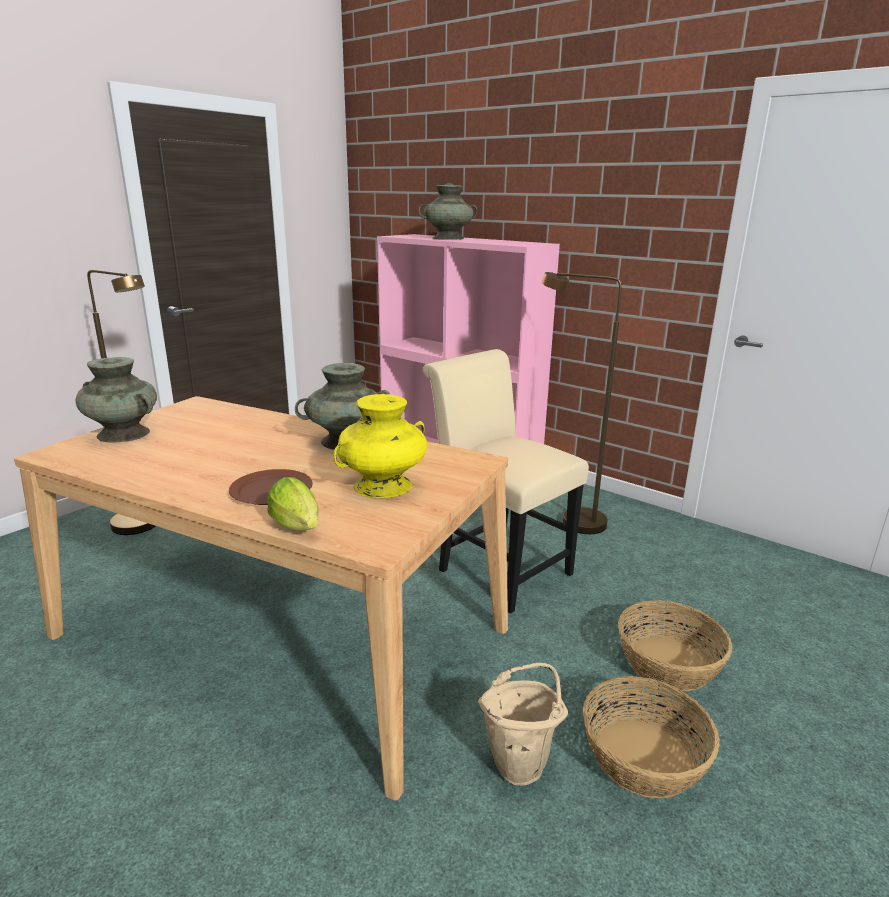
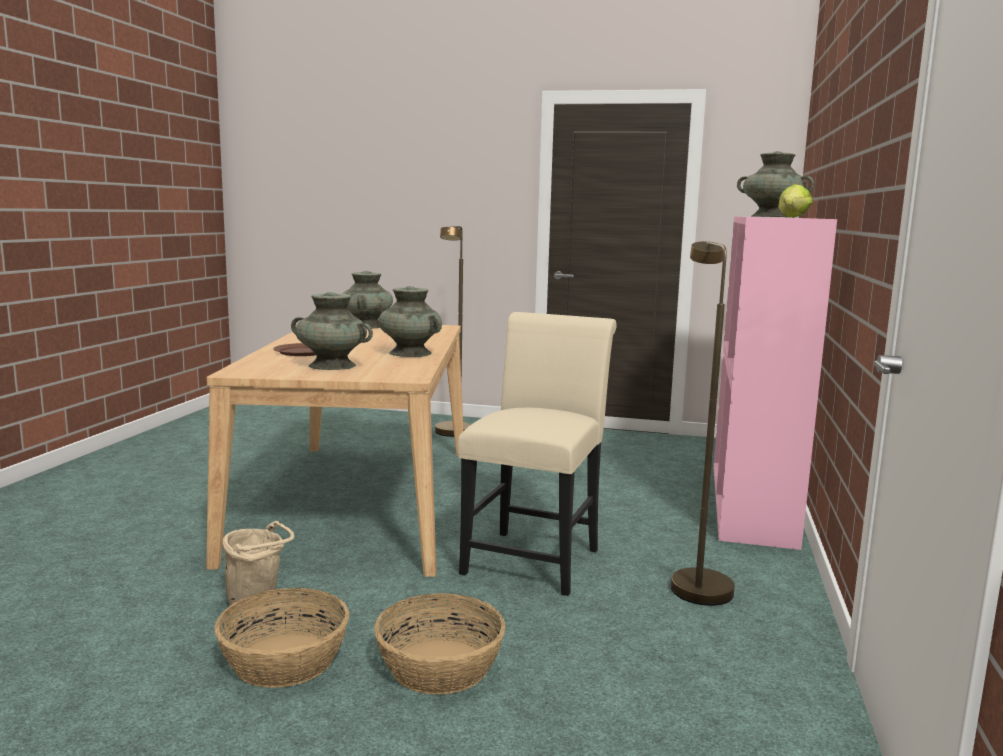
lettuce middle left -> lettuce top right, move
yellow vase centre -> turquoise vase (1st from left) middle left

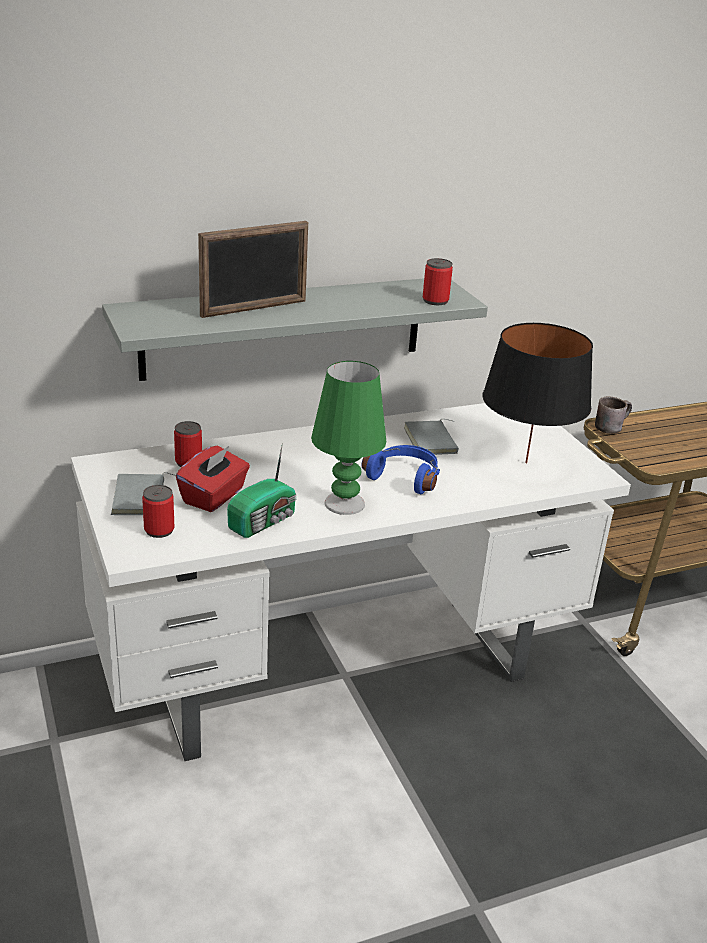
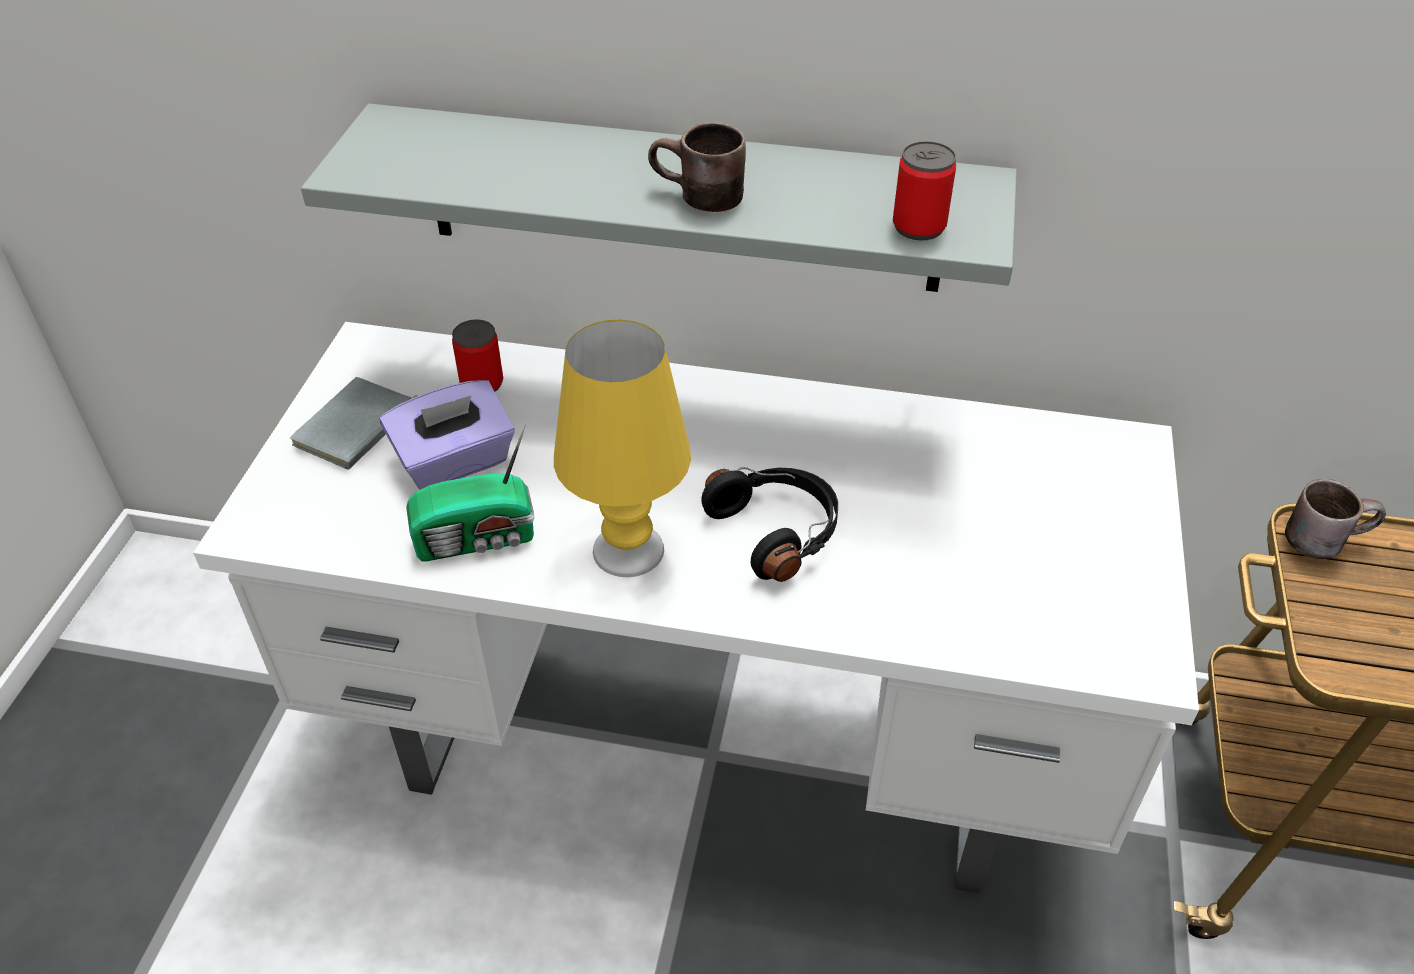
can (1st from left) middle left -> none
red tissue box middle left -> purple tissue box middle left
picture frame top centre -> none
green table lamp centre -> yellow table lamp centre
blue headphones centre -> black headphones centre
grey book (2nd from left) centre -> none
black table lamp middle right -> none
none -> brown mug (1st from left) top centre

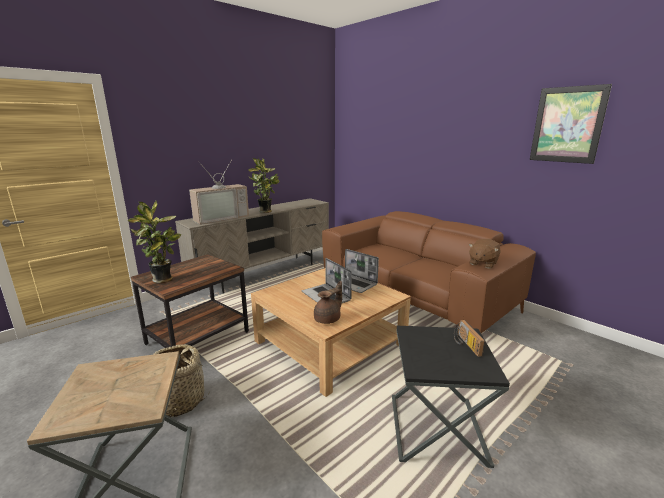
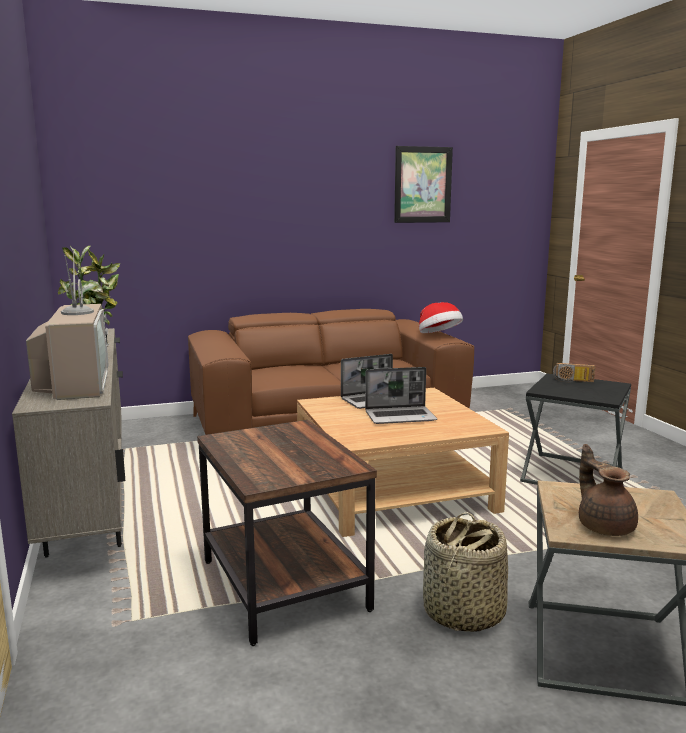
potted plant (1st from left) middle left -> none
brown teapot centre -> brown teapot bottom right, move
brown plush toy middle right -> hat centre

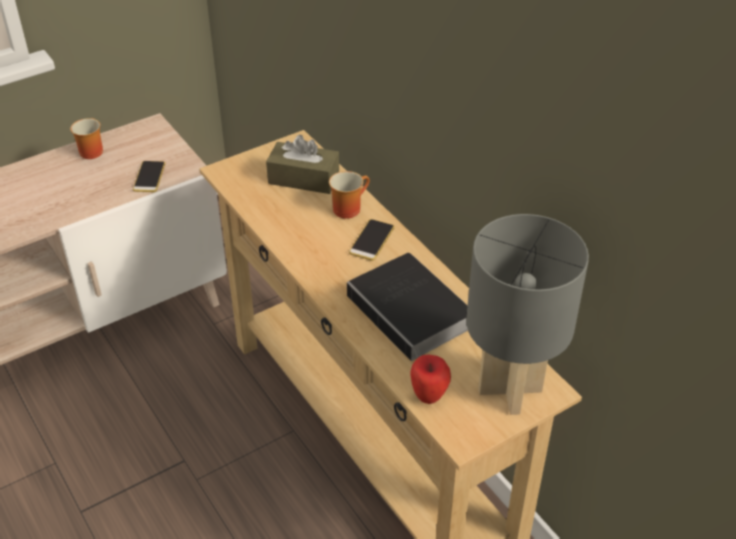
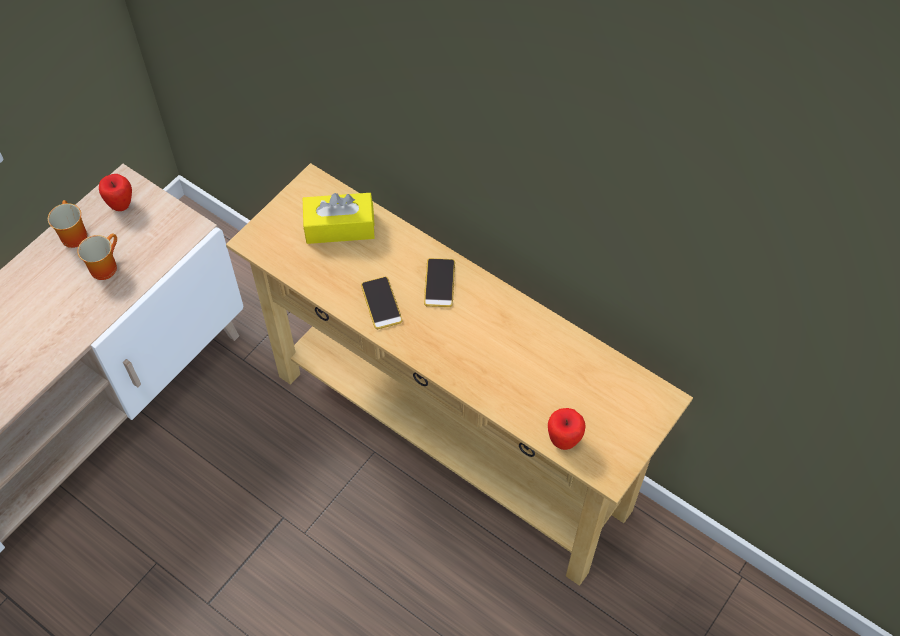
phone (1st from left) top left -> phone (1st from left) centre, move
brown tissue box top centre -> yellow tissue box centre
mug (2nd from left) centre -> mug (2nd from left) middle left, move
book centre -> none
grey table lamp middle right -> none
none -> apple (1st from left) top left

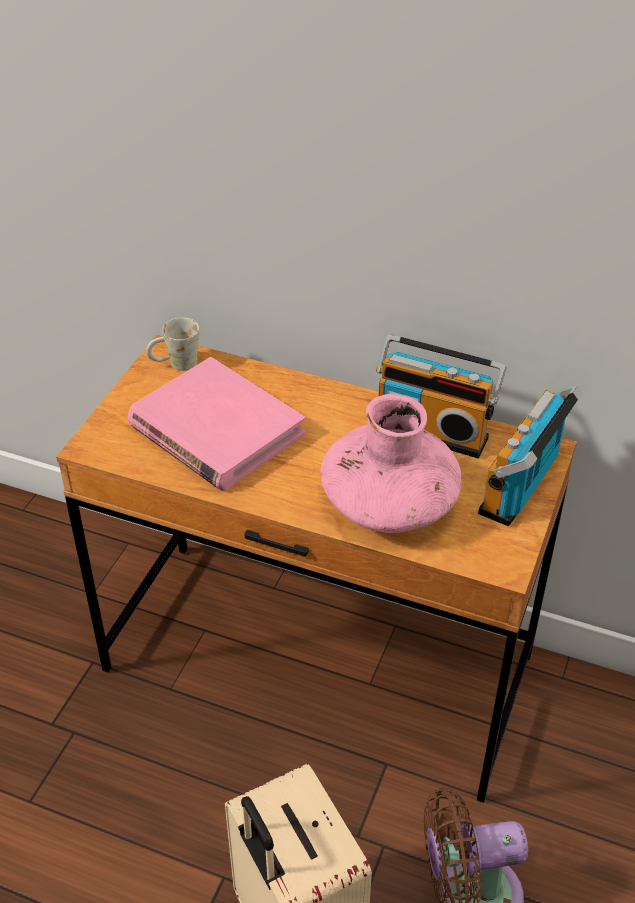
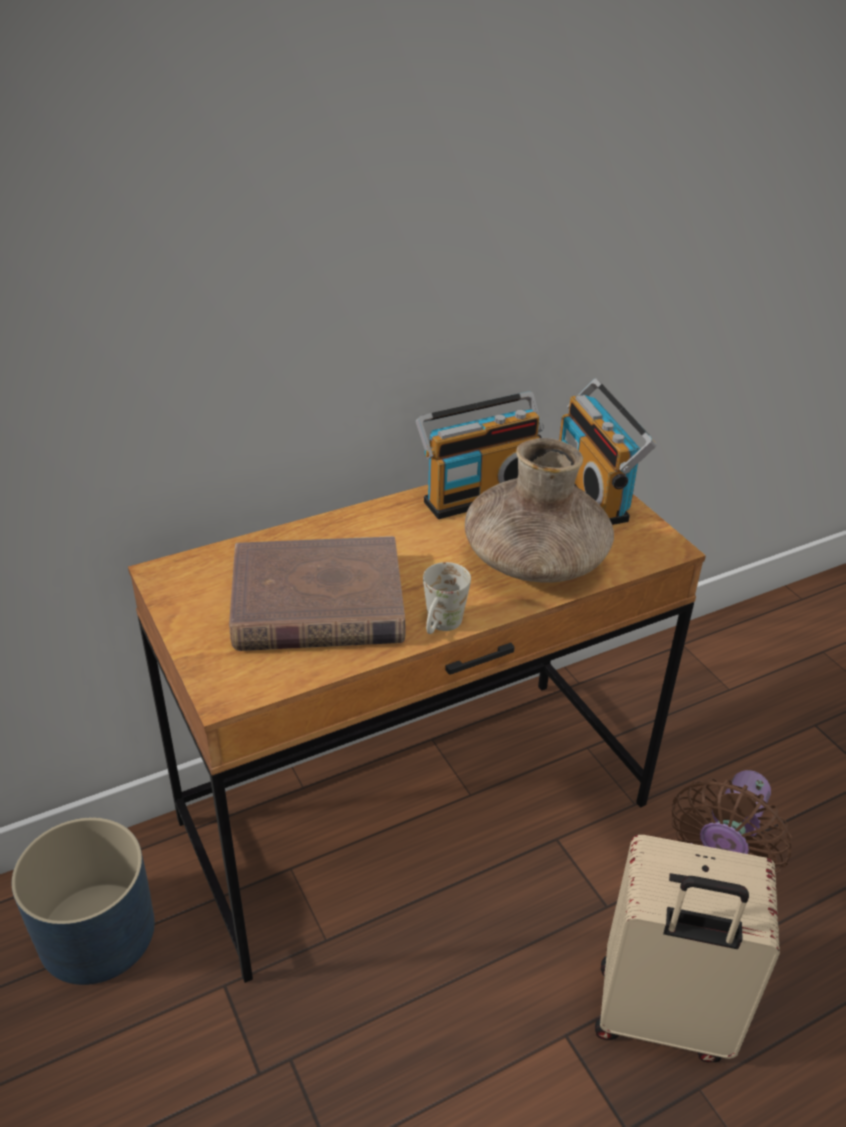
pink book centre -> brown book centre
white mug middle left -> white mug centre, move
pink vase centre -> brown vase centre
none -> blue planter bottom left

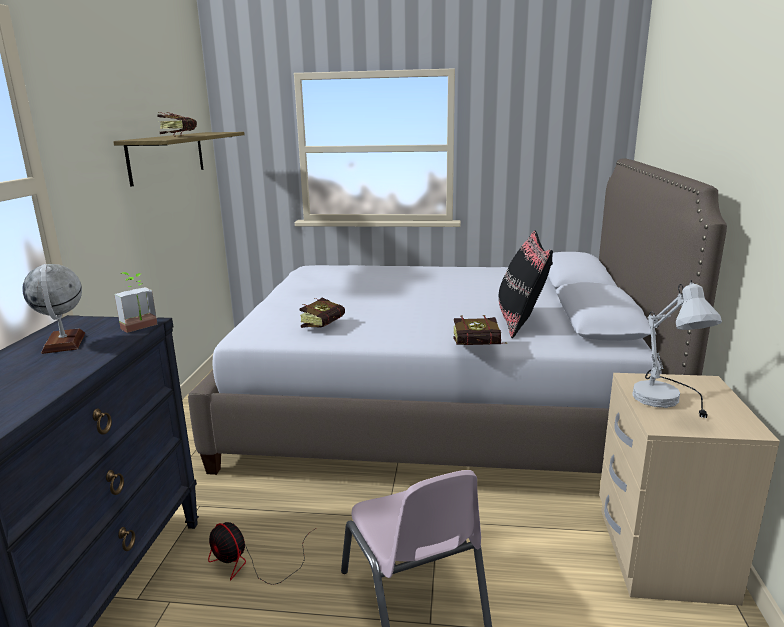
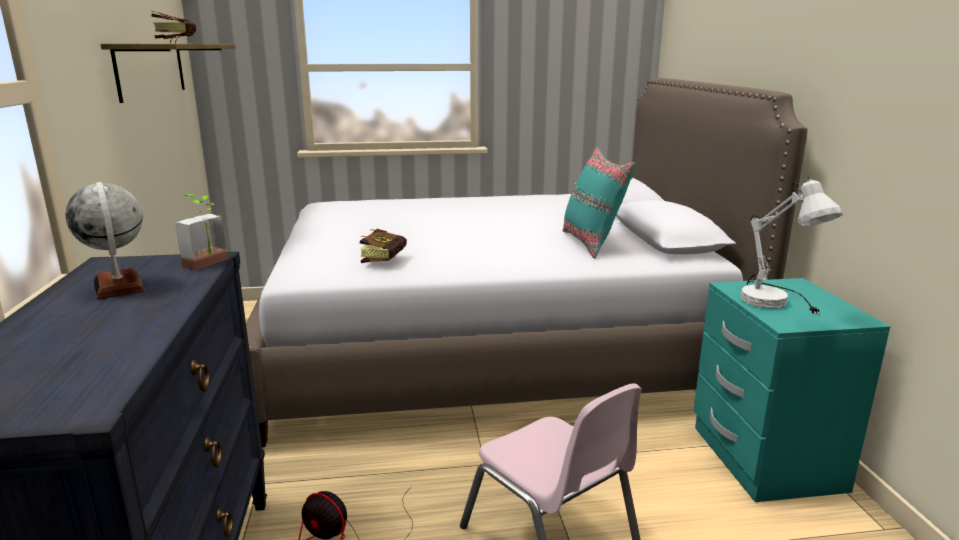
book (3rd from left) centre -> none
black pillow middle right -> turquoise pillow centre
beige nightstand bottom right -> turquoise nightstand bottom right

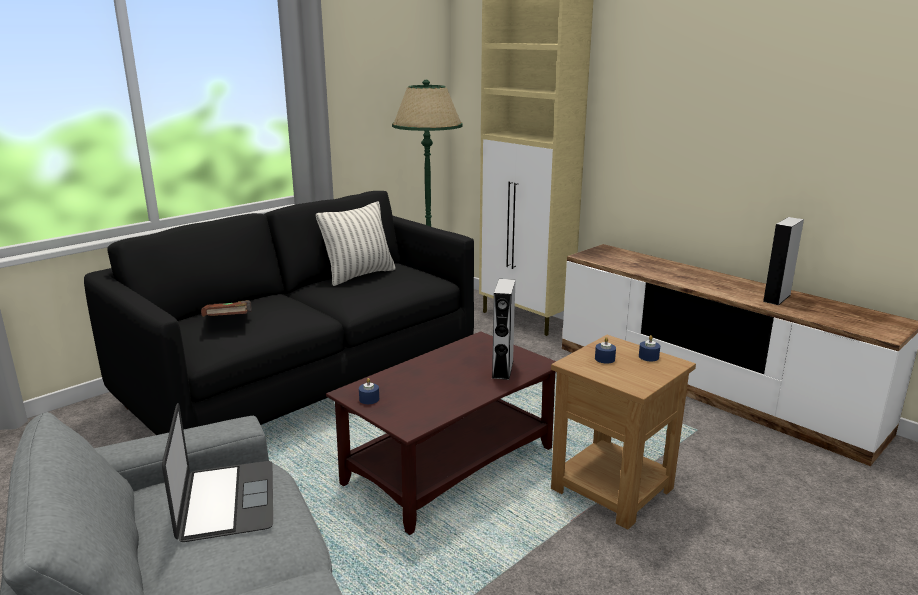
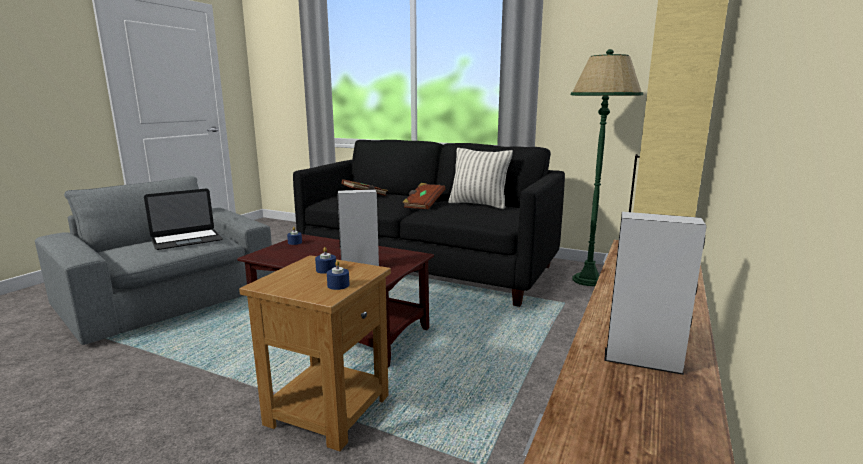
none -> brown book (2nd from left) centre

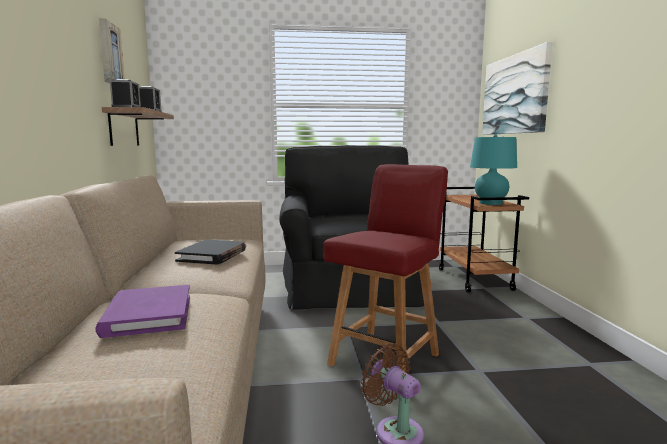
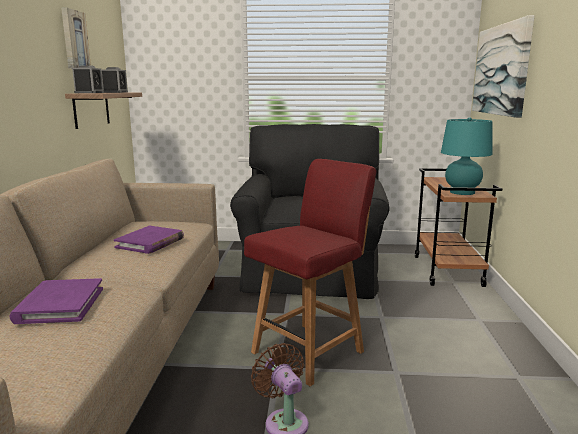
black book middle left -> purple book (2nd from left) middle left

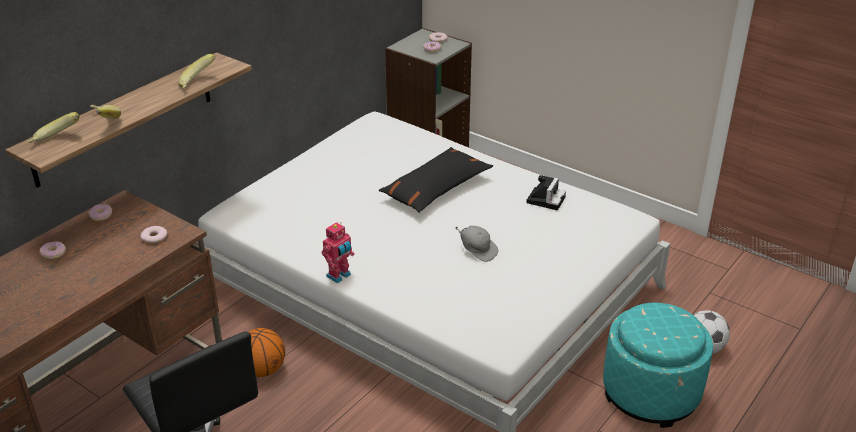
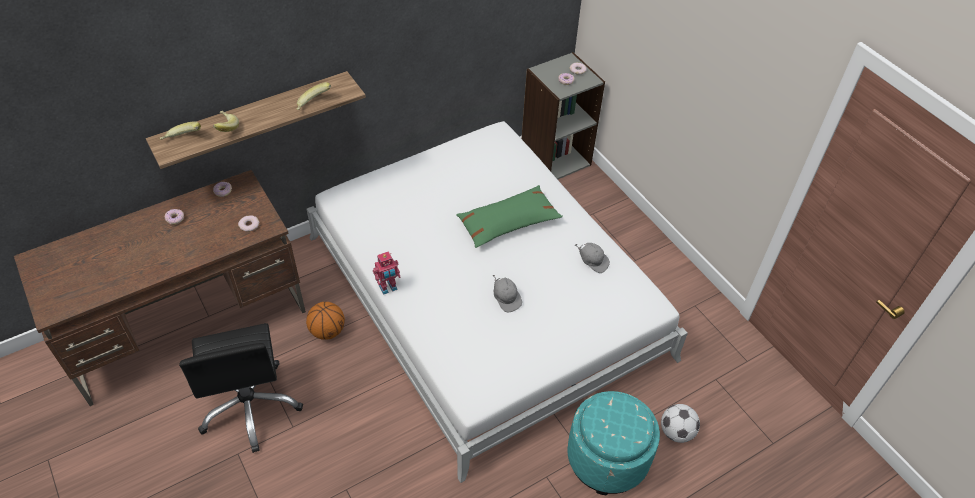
black pillow centre -> green pillow centre
photo camera centre -> grey cap (2nd from left) centre

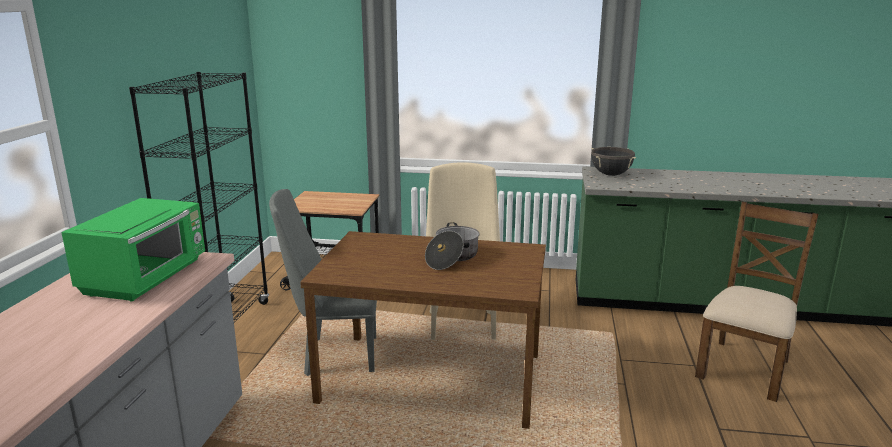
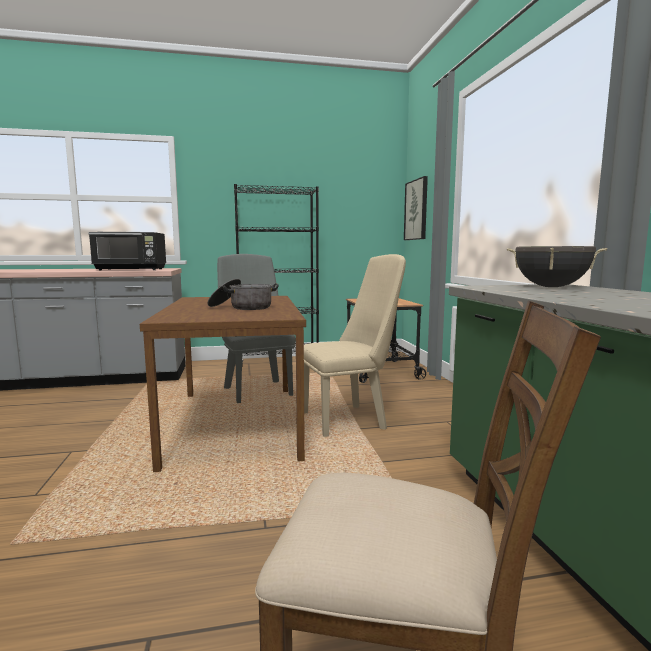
green microwave middle left -> black microwave middle left
none -> picture top centre

